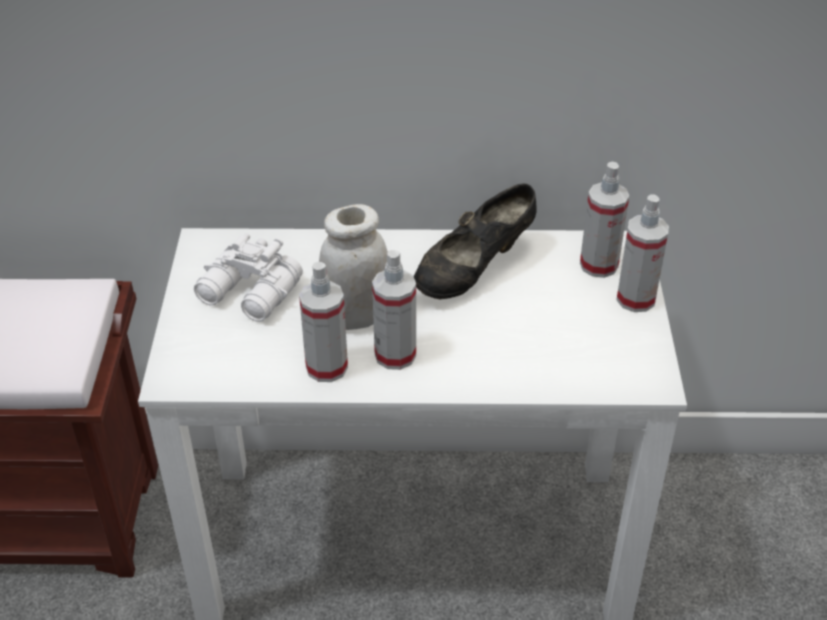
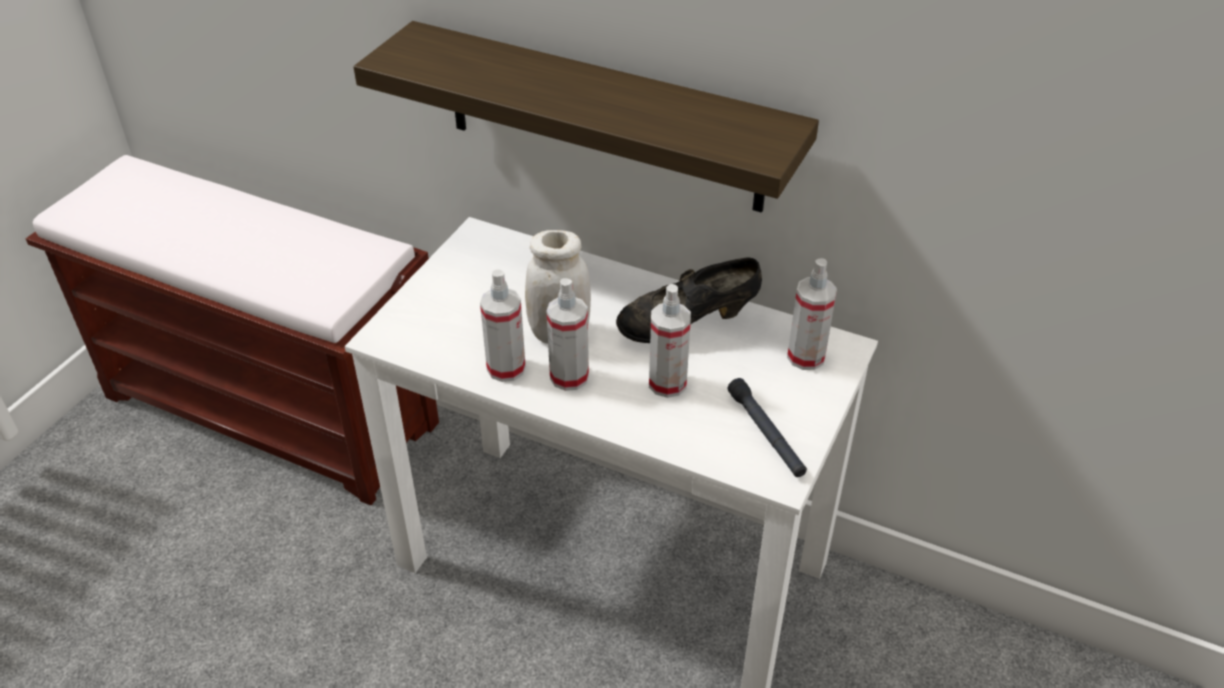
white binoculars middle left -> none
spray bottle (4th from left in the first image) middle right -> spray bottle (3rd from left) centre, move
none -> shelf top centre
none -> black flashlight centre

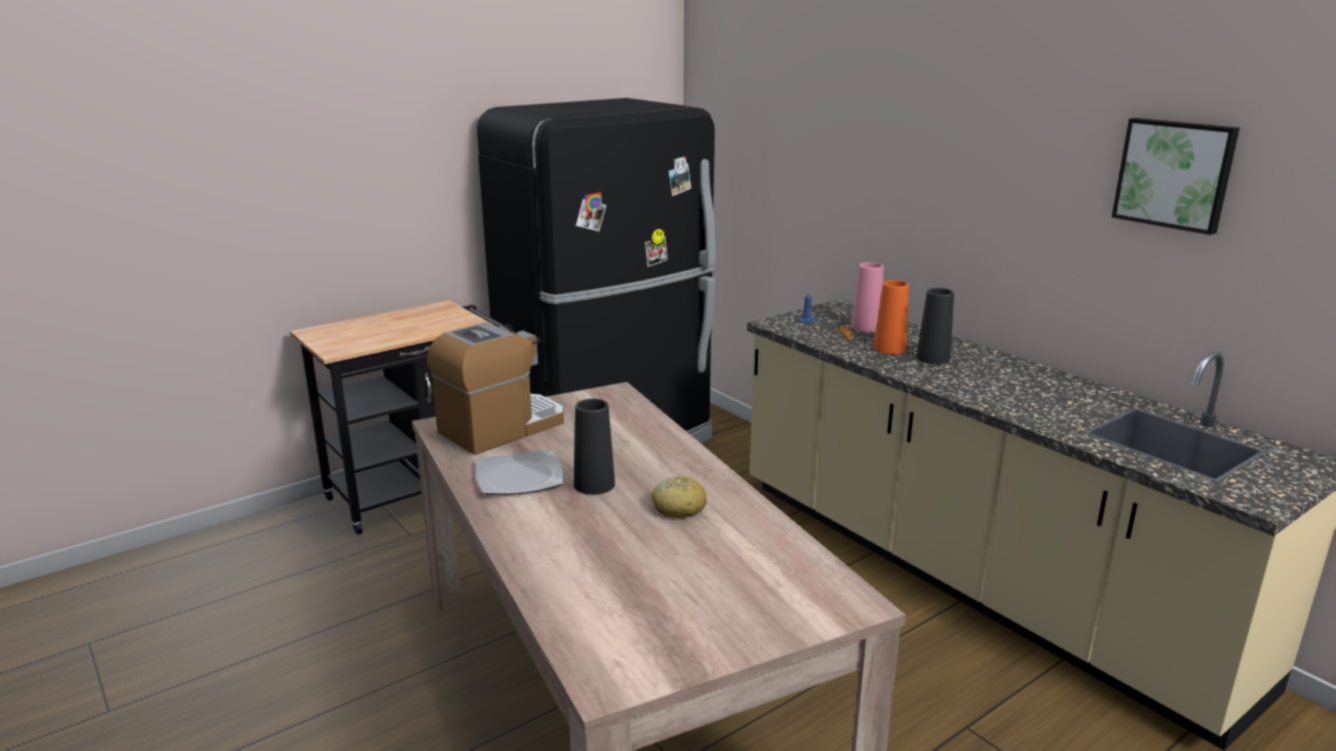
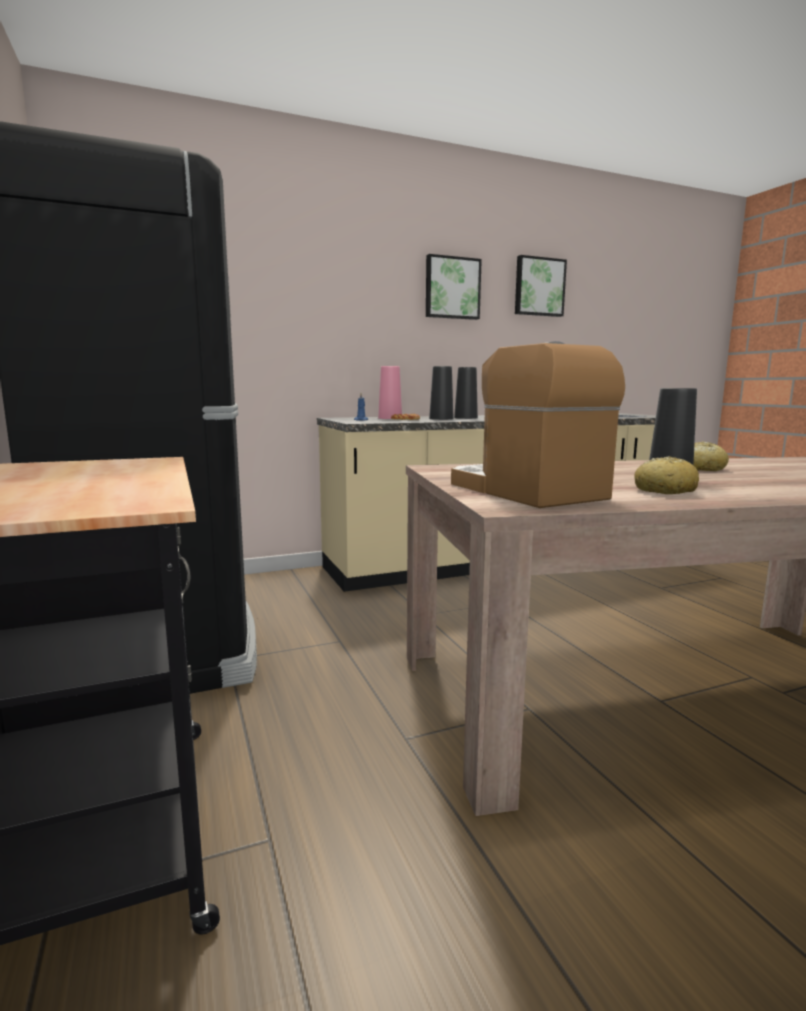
plate centre -> bread (2nd from left) middle right
orange vase middle right -> black vase (1st from left) centre
none -> picture (1st from left) top centre

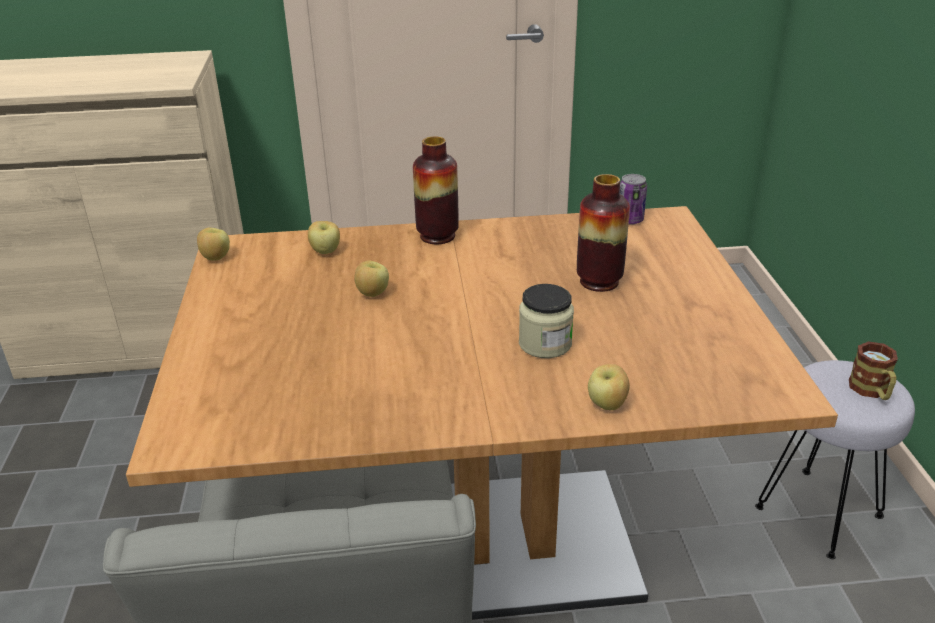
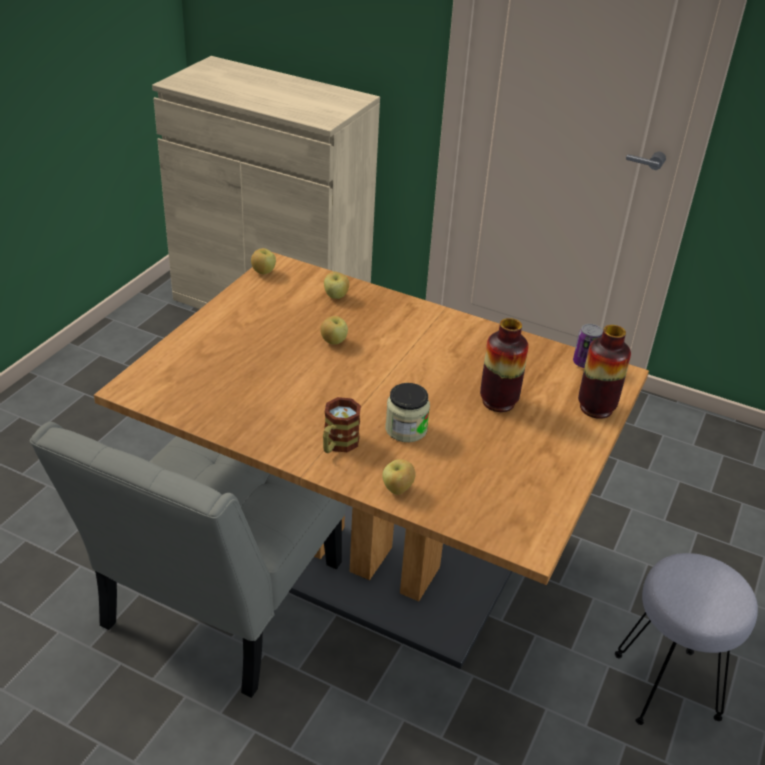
vase (1st from left in the first image) top centre -> vase (2nd from left) middle right, move
mug middle right -> mug centre, move

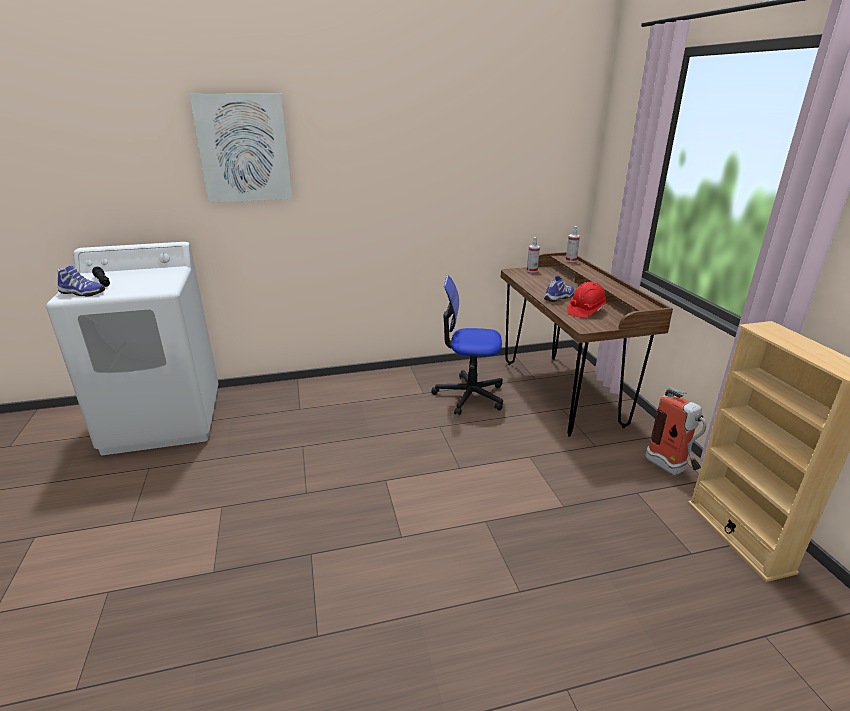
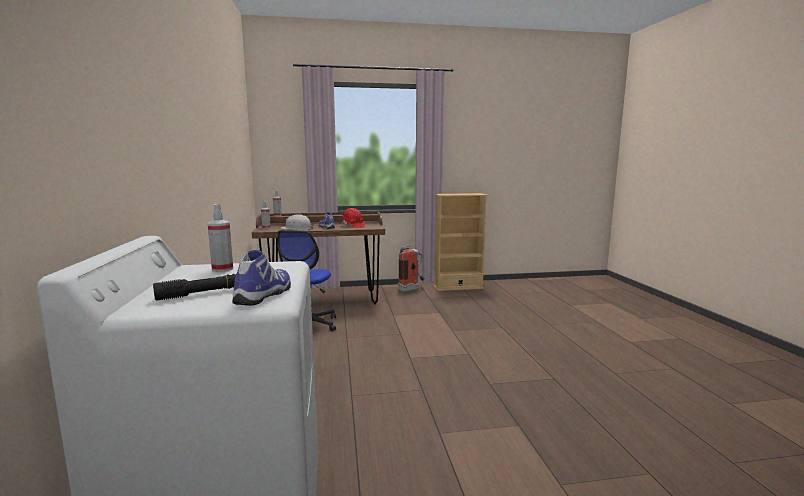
picture top left -> none
none -> spray bottle (1st from left) middle left
none -> white hard hat centre

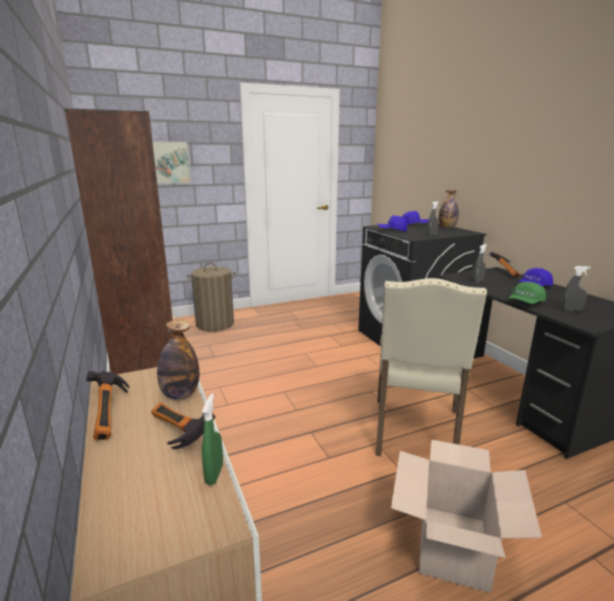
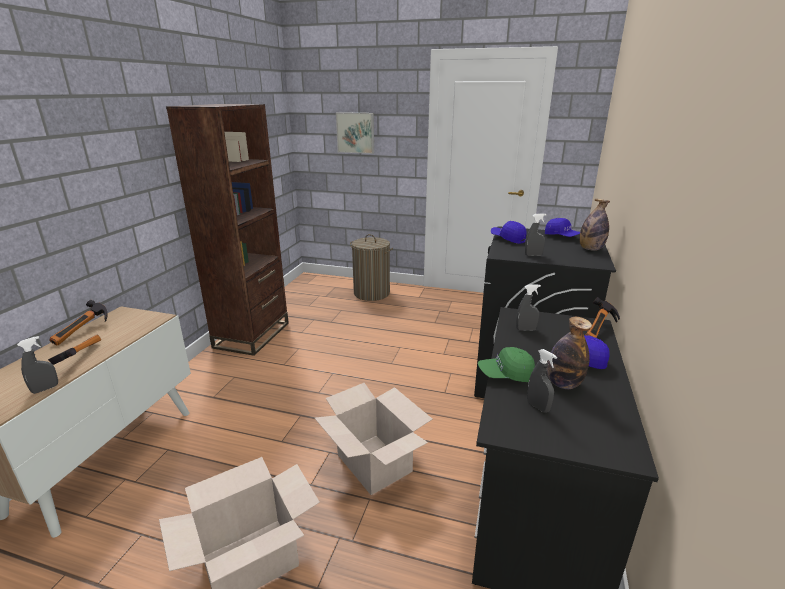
bottle (1st from left) middle left -> bottle (1st from left) middle right, move
green spray bottle bottom centre -> grey spray bottle (1st from left) middle left
beige chair middle right -> cardboard box (2nd from left) bottom centre

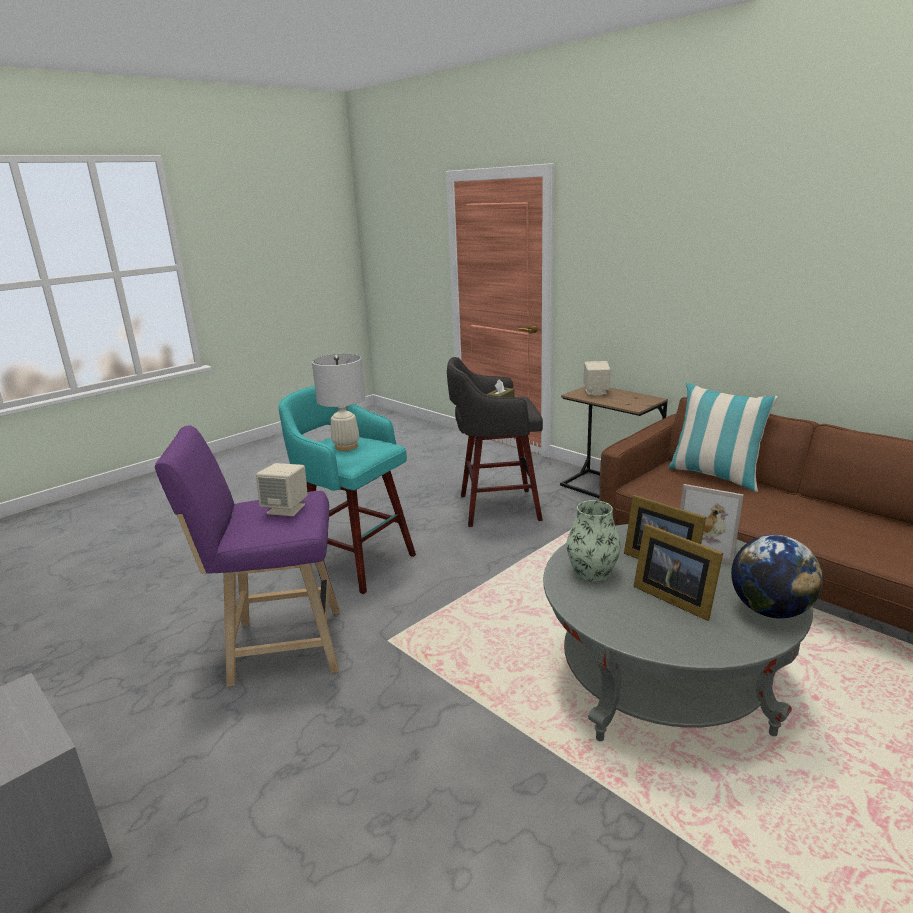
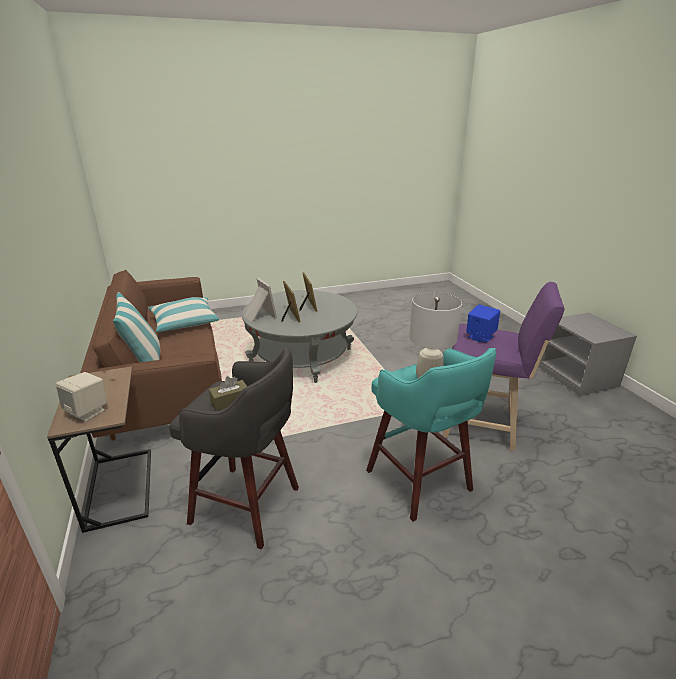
beige speaker (1st from left) middle left -> blue speaker middle right
vase centre -> none
globe middle right -> none
none -> pillow (2nd from left) middle left

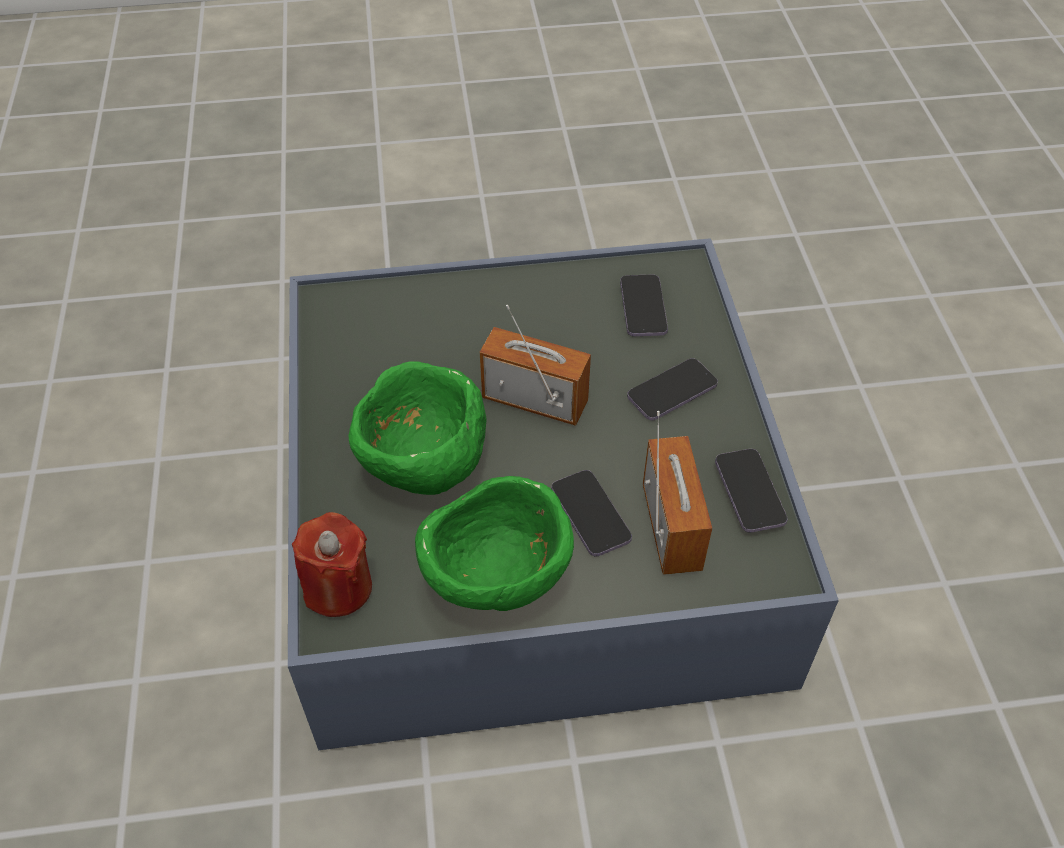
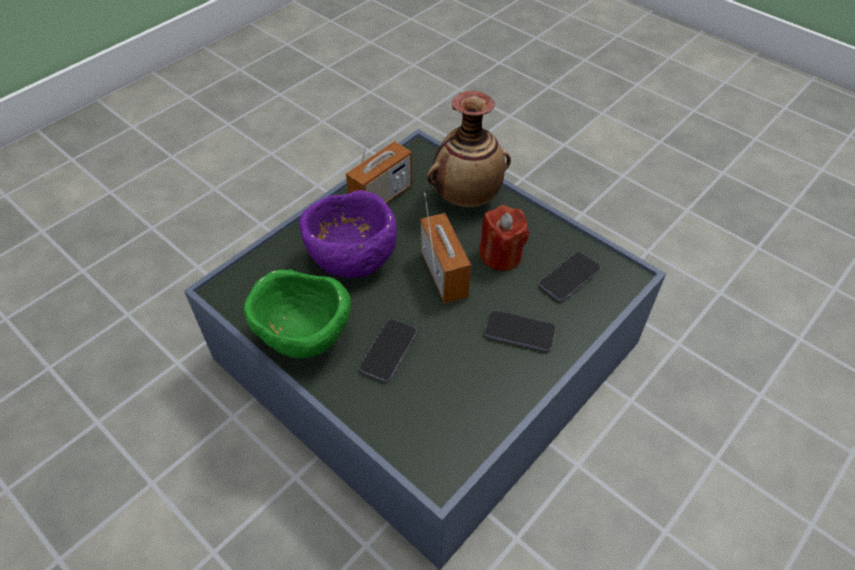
red candle middle left -> red candle centre, move
green bowl (1st from left) centre -> purple bowl centre
radio (2nd from left in the first image) centre -> radio (1st from left) top centre, move
phone (4th from left) middle right -> none
none -> vase top centre

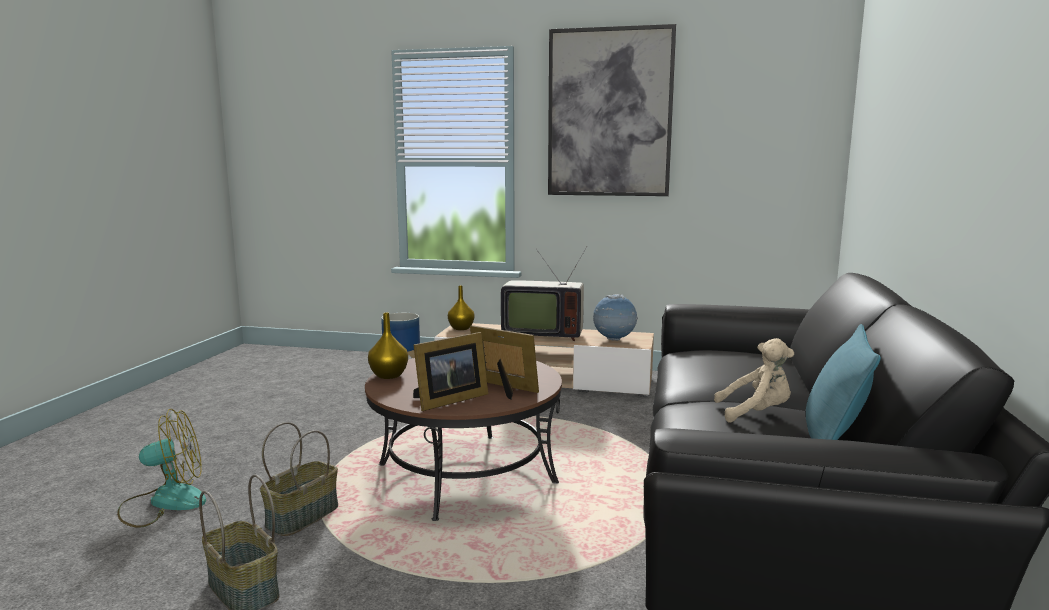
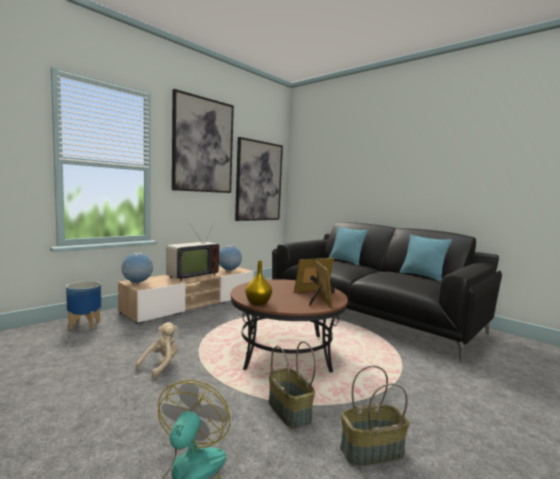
yellow vase (2nd from left) centre -> globe (1st from left) middle left
beige plush toy middle right -> beige plush toy bottom left, move
none -> picture (2nd from left) centre
none -> turquoise pillow (1st from left) centre

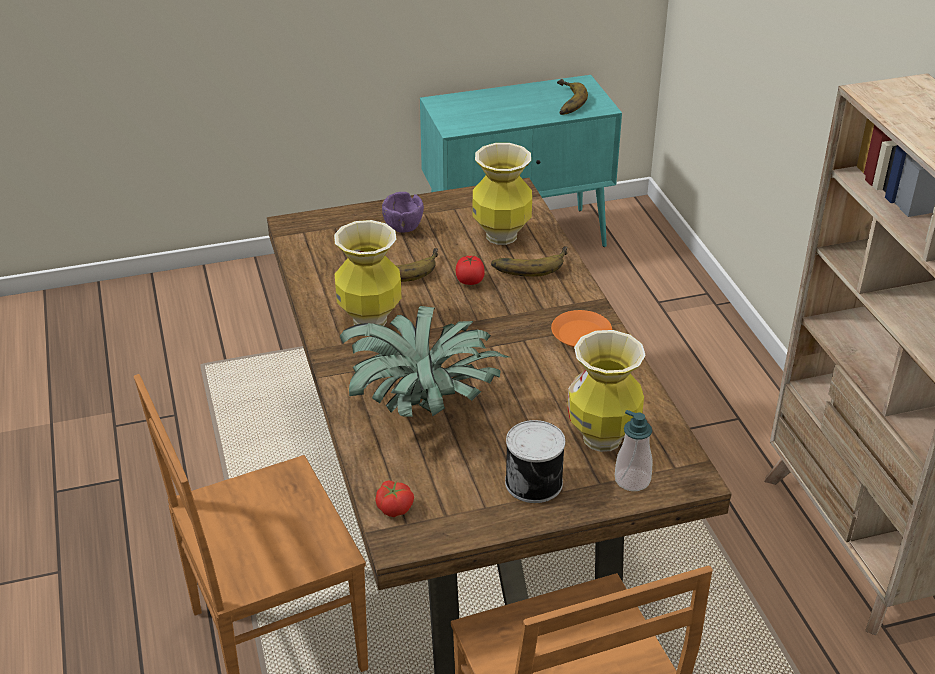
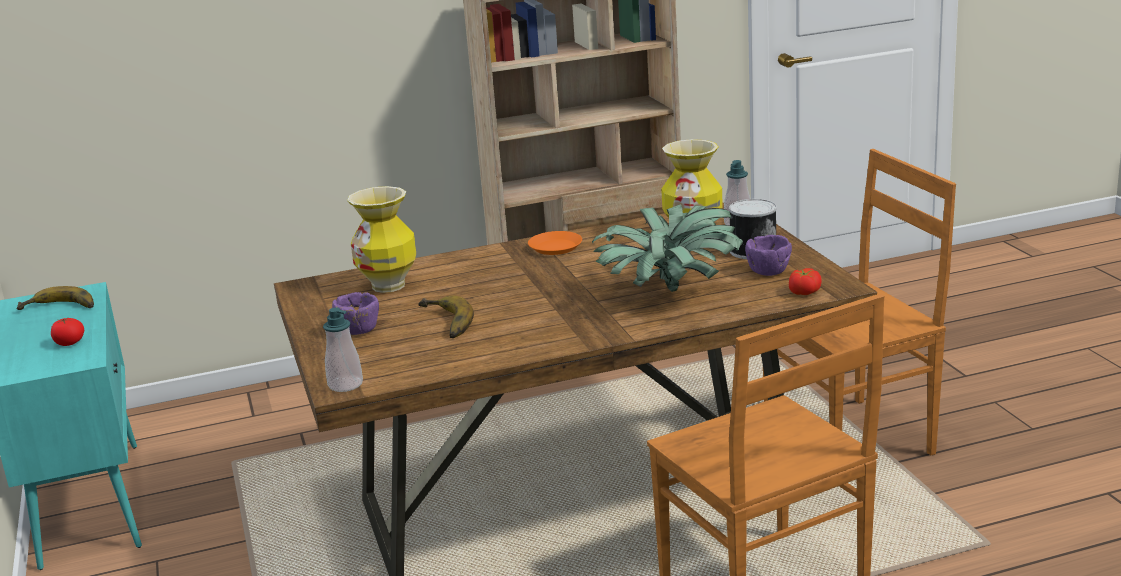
vase (1st from left) centre -> none
tomato (2nd from left in the first image) centre -> tomato (1st from left) middle left, move
banana (2nd from left) centre -> none
none -> soap dispenser (1st from left) middle left
none -> purple bowl (2nd from left) middle right

